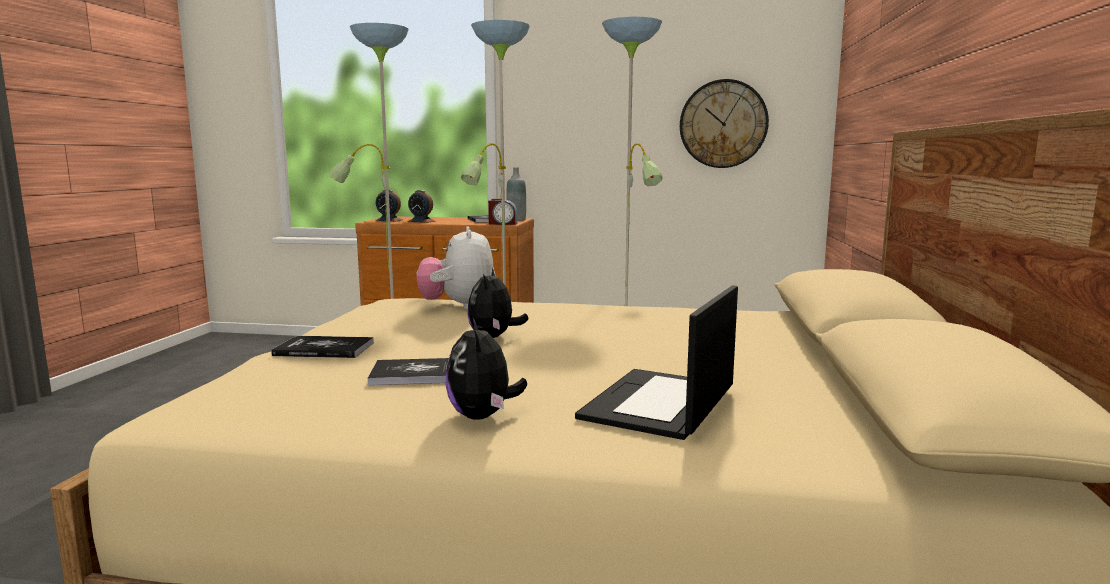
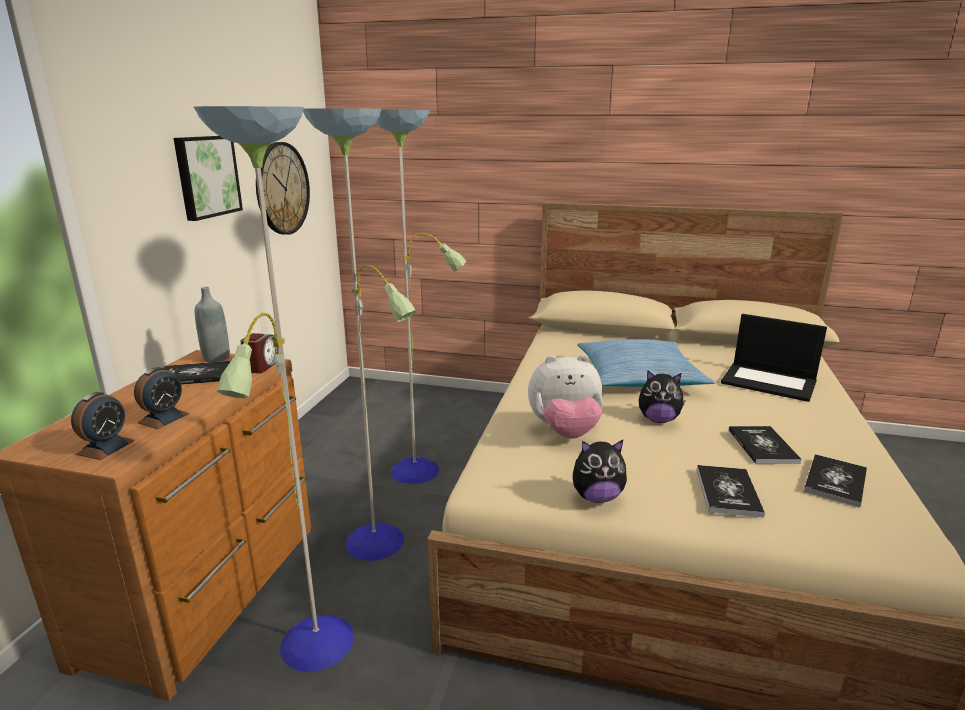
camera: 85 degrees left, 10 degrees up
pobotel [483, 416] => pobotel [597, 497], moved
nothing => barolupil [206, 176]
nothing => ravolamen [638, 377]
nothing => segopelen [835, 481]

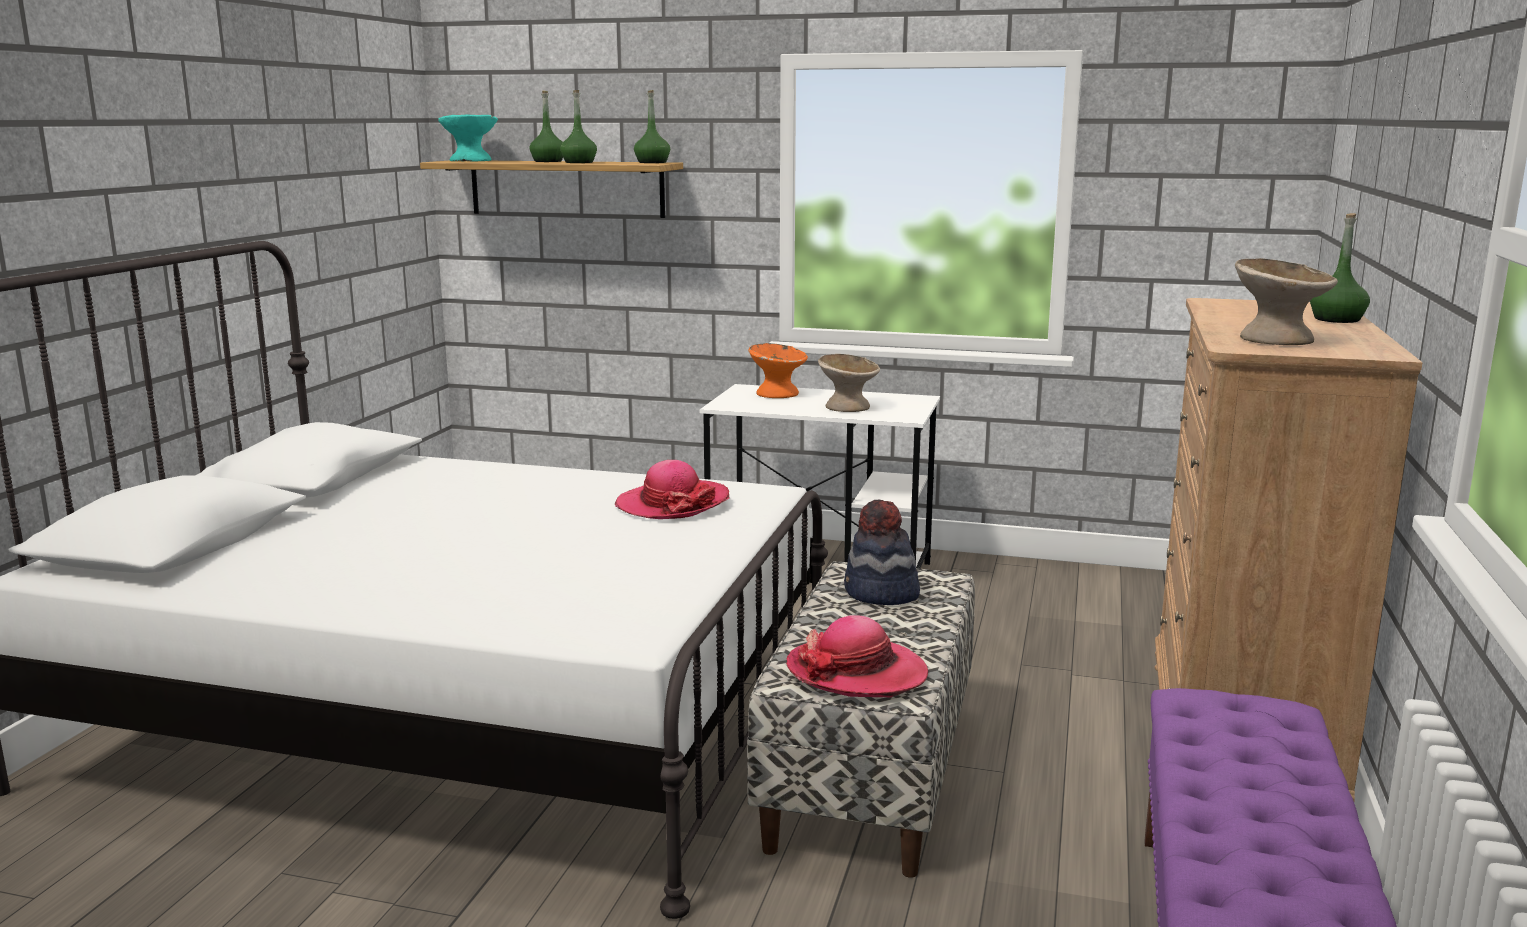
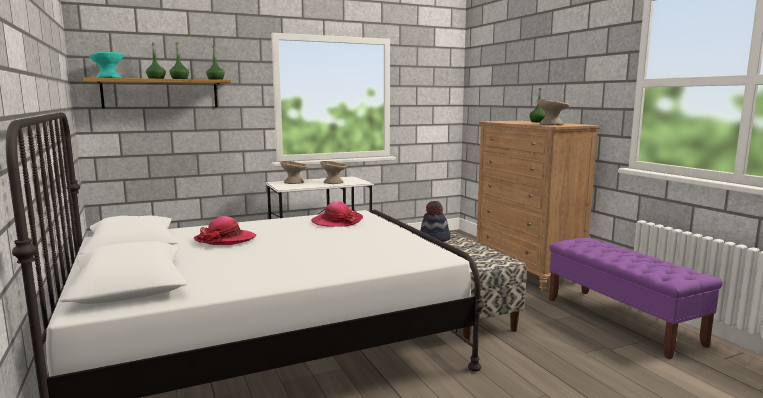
camera: 40 degrees left, 5 degrees down
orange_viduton [777, 394] => beige_viduton [293, 182]
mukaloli [856, 673] => mukaloli [225, 240], moved

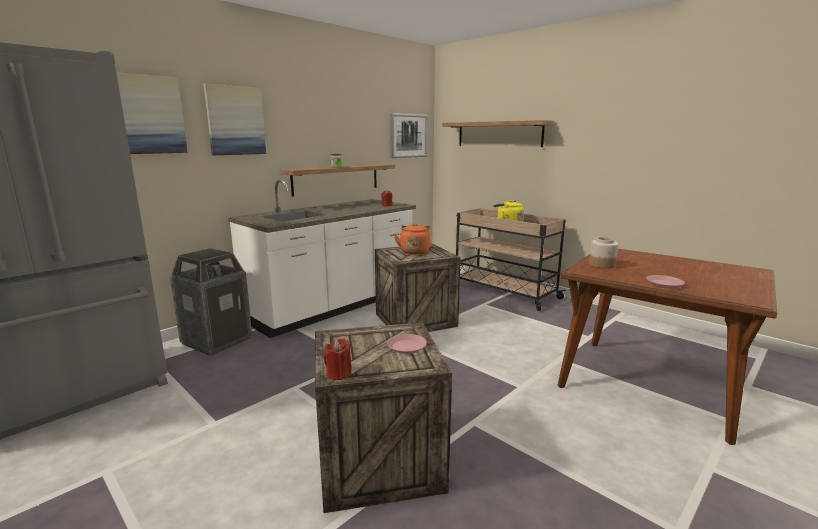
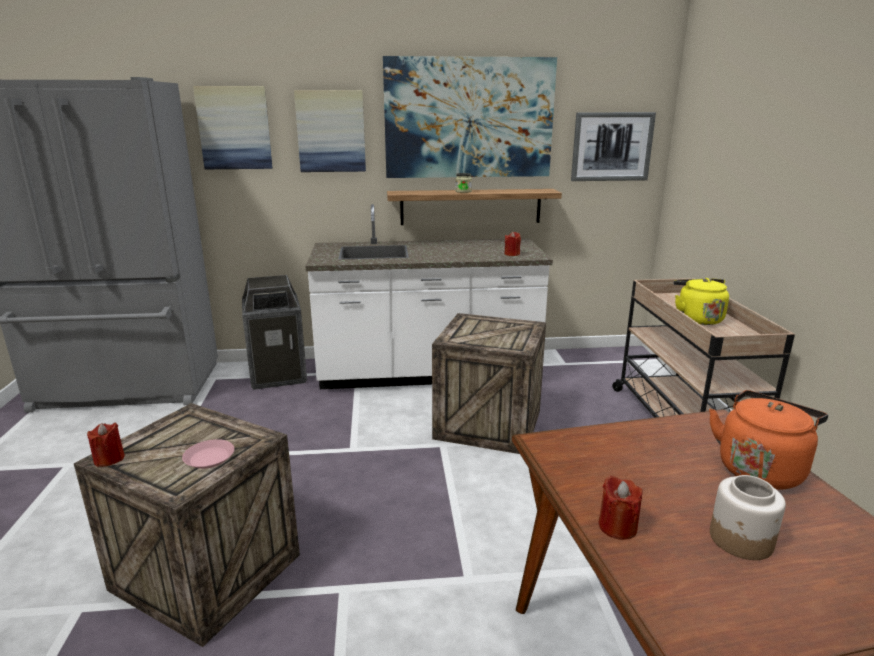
camera: 40 degrees right, 5 degrees up
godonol [499, 134] => nothing
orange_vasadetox [414, 251] => orange_vasadetox [760, 469], moved
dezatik [602, 265] => dezatik [741, 540], moved
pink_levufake [664, 284] => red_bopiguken [617, 527]
nothing => barolupil [469, 118]

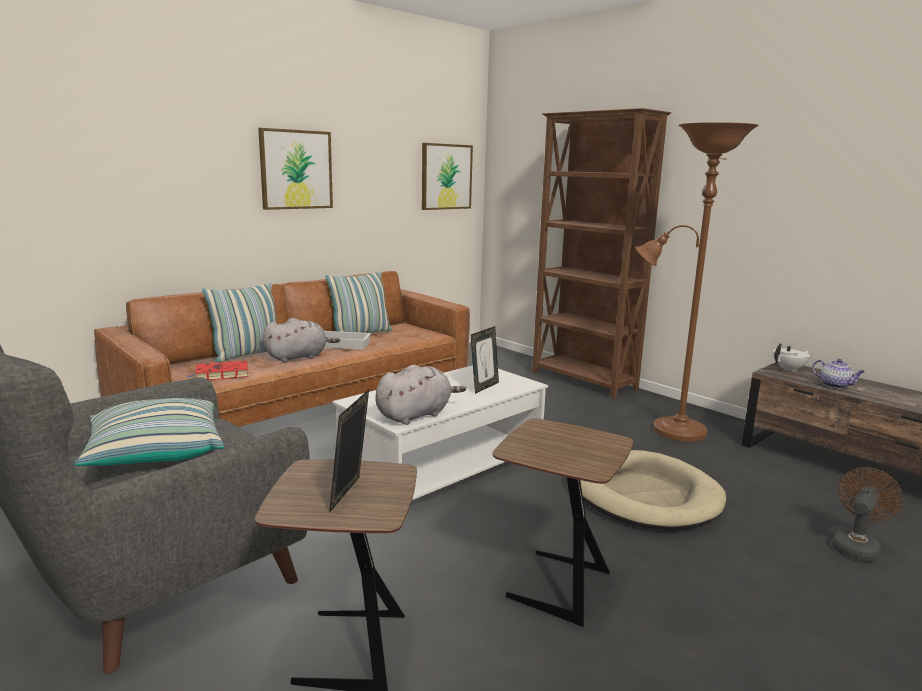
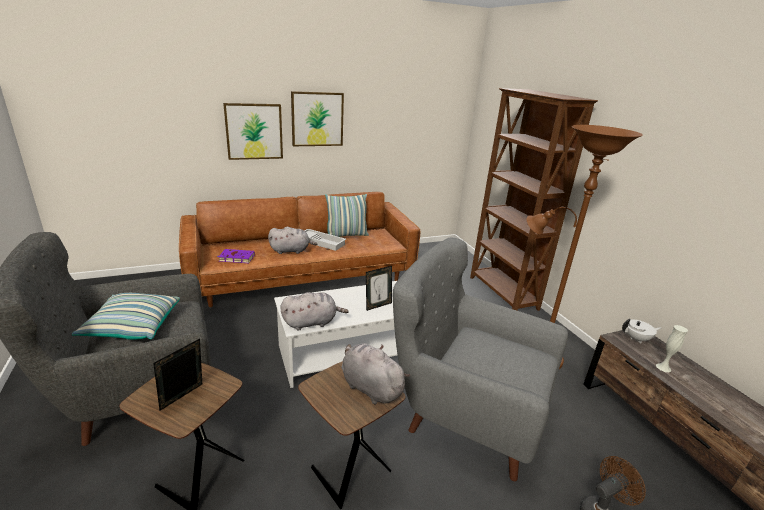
camera: 20 degrees right, 10 degrees up
barolupil [446, 177] => barolupil [254, 131], moved
ravolamen [247, 355] => nothing
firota [835, 385] => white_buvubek [663, 367]
red_segopelen [220, 374] => purple_segopelen [235, 258]
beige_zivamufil [643, 495] => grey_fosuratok [466, 411]
nothing => grey_pobotel [370, 387]

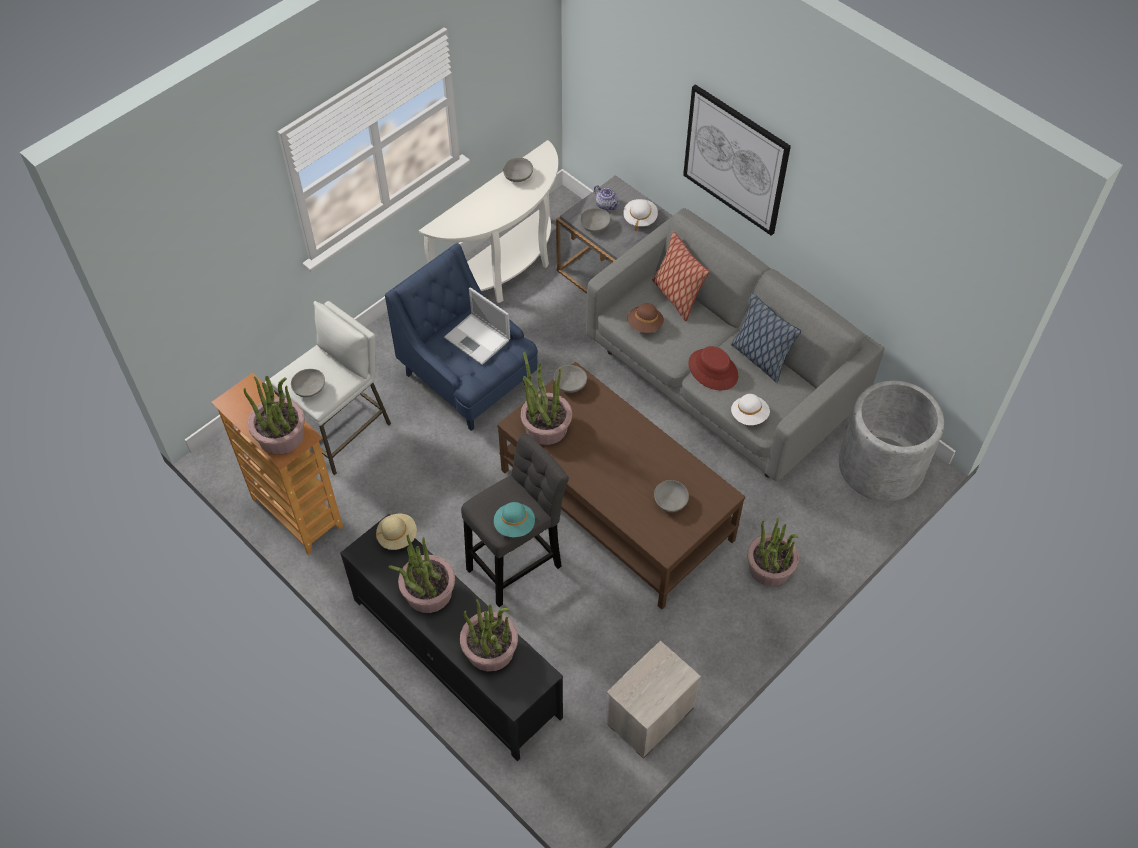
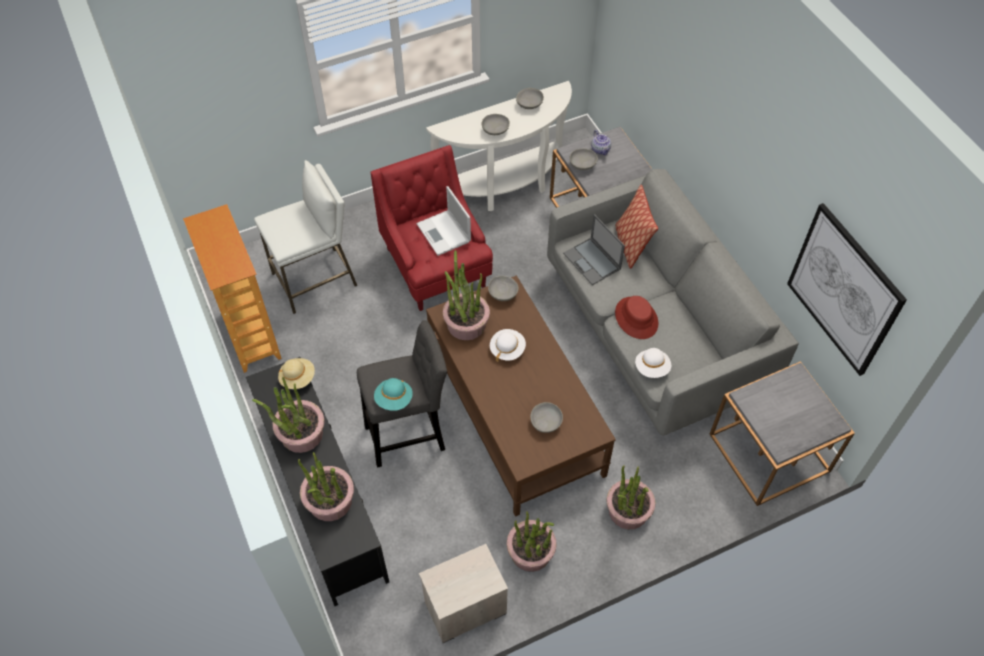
camera: 20 degrees right, 0 degrees up
barolupil [735, 160] => barolupil [844, 290], moved
white_mukaloli [640, 218] => white_mukaloli [507, 349], moved
blue_fosuratok [469, 380] => red_fosuratok [436, 268]
ravolamen [759, 357] => nothing
brown_mukaloli [645, 325] => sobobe [592, 261]
grey_viduton [309, 388] => grey_viduton [495, 130], moved
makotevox [281, 435] => makotevox [531, 552], moved
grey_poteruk [881, 466] => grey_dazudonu [769, 452]

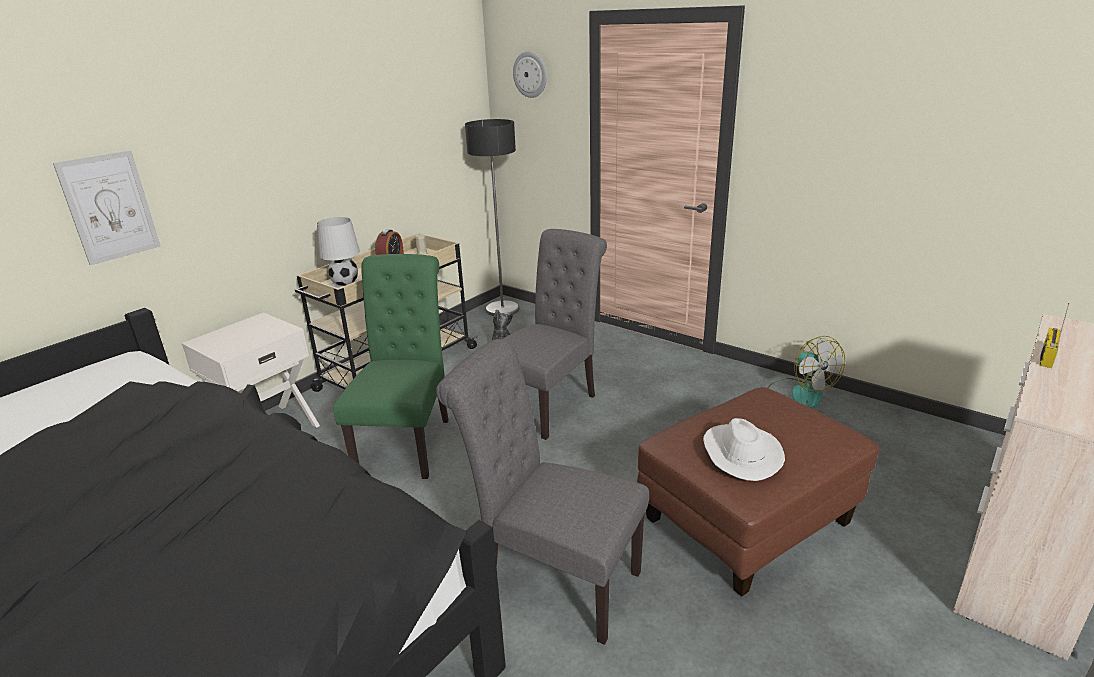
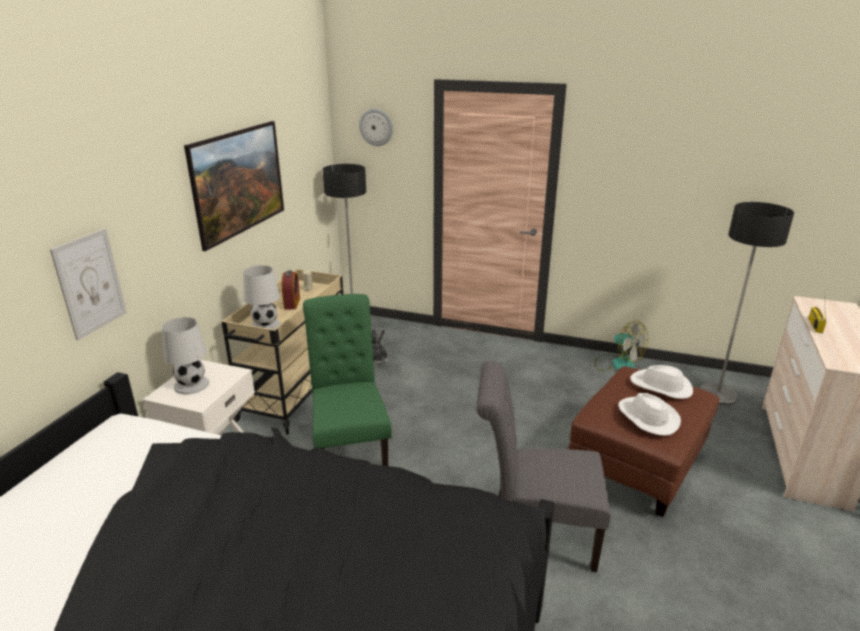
camera: 20 degrees left, 0 degrees up
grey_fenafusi [550, 404] => nothing
nothing => barolupil [242, 205]
nothing => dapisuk [718, 395]
nothing => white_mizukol [191, 384]
nothing => white_mukaloli [661, 386]

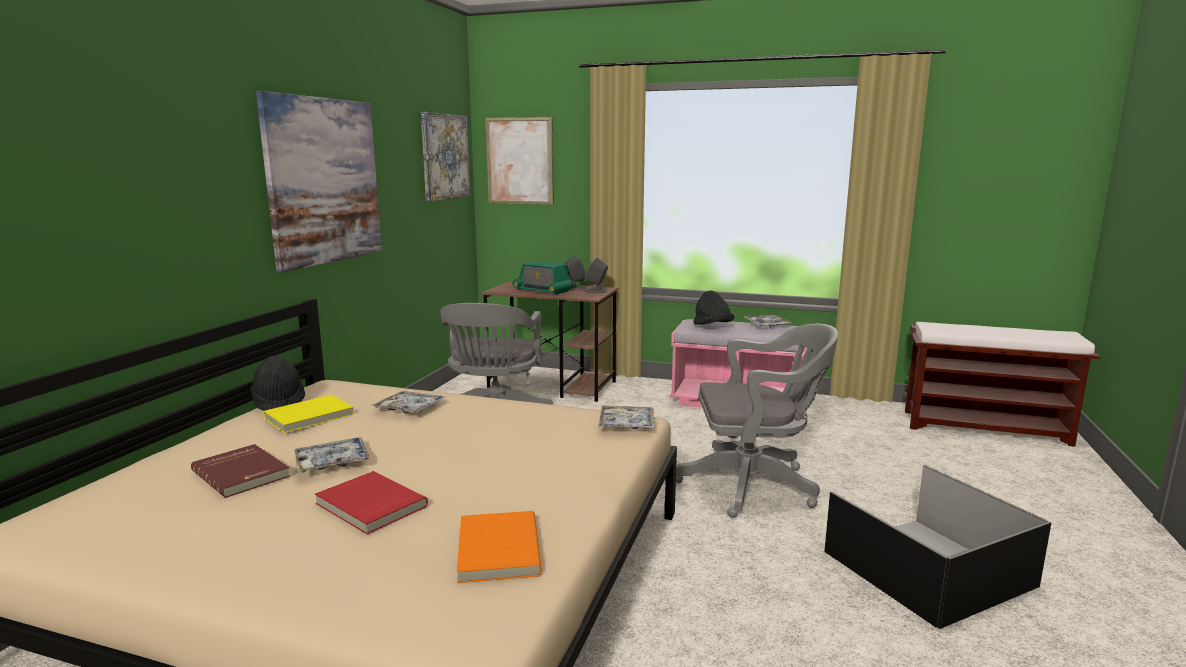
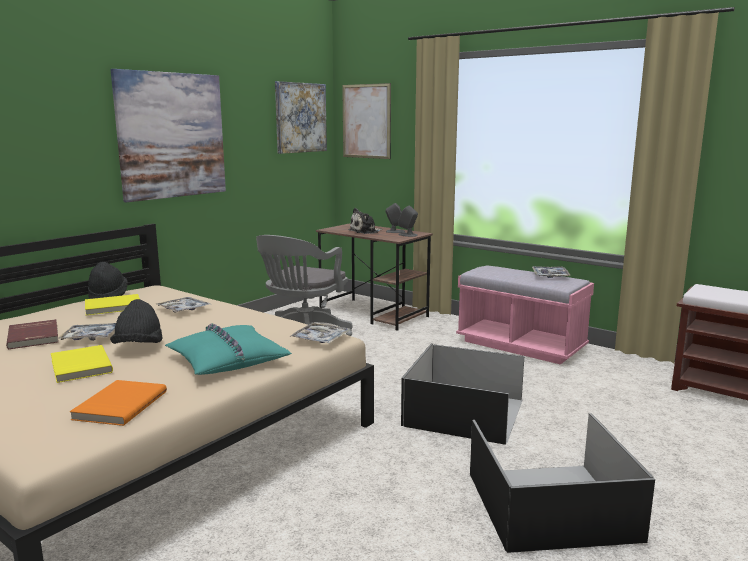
camera: 20 degrees right, 0 degrees up
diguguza [542, 290] => pobotel [365, 231]
black_mukaloli [712, 327] => black_mukaloli [139, 347], moved
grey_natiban [754, 485] => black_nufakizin [464, 413]
red_segopelen [369, 506] => yellow_segopelen [79, 366]
nothing => turquoise_ravolamen [227, 361]

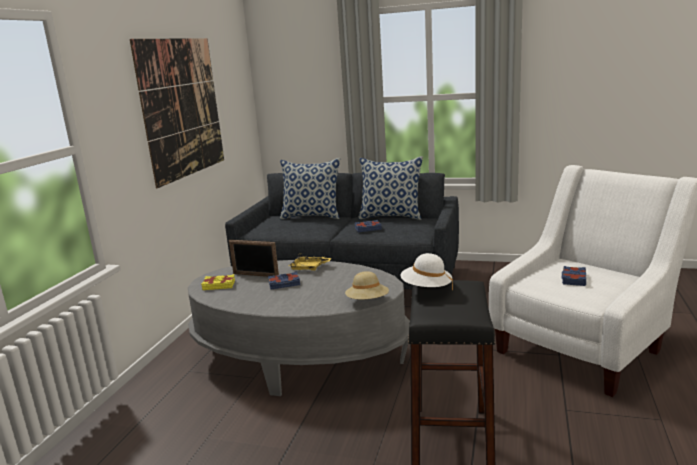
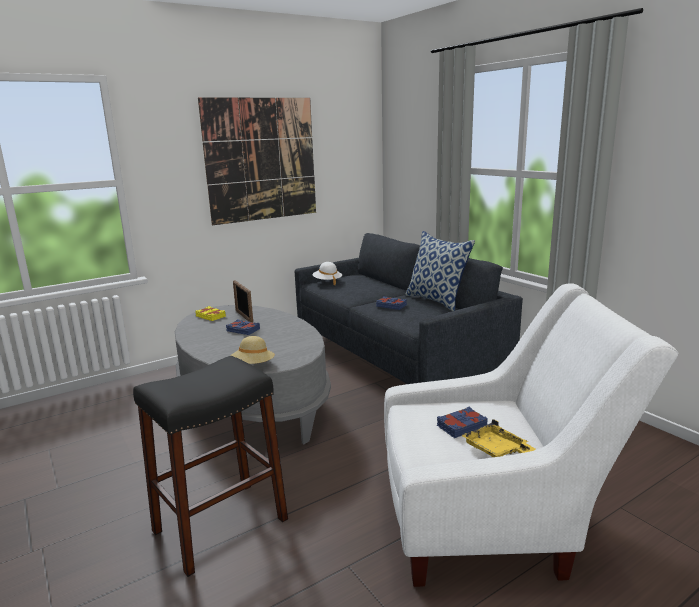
camera: 40 degrees right, 0 degrees up
ravolamen [312, 216] => nothing
white_mukaloli [426, 288] => white_mukaloli [327, 282], moved
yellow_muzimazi [309, 268] => yellow_muzimazi [496, 450], moved

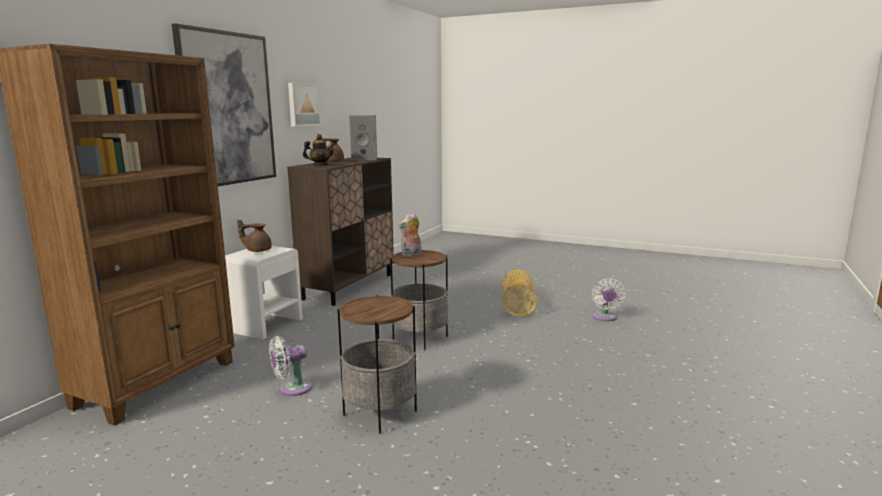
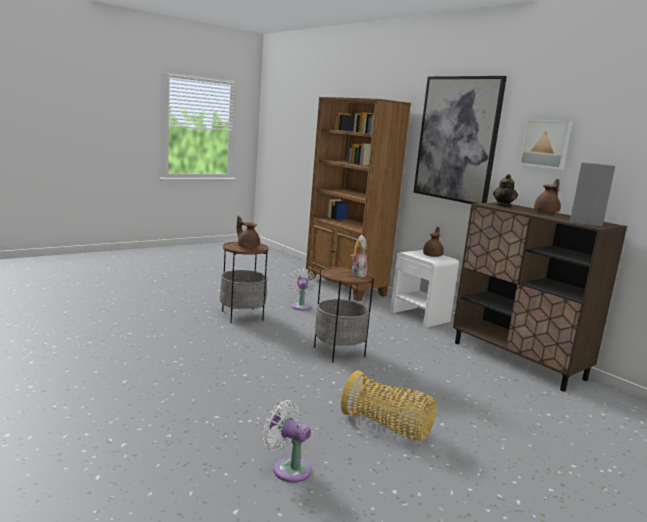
camera: 115 degrees right, 0 degrees up
nothing => brown_firota [247, 247]

